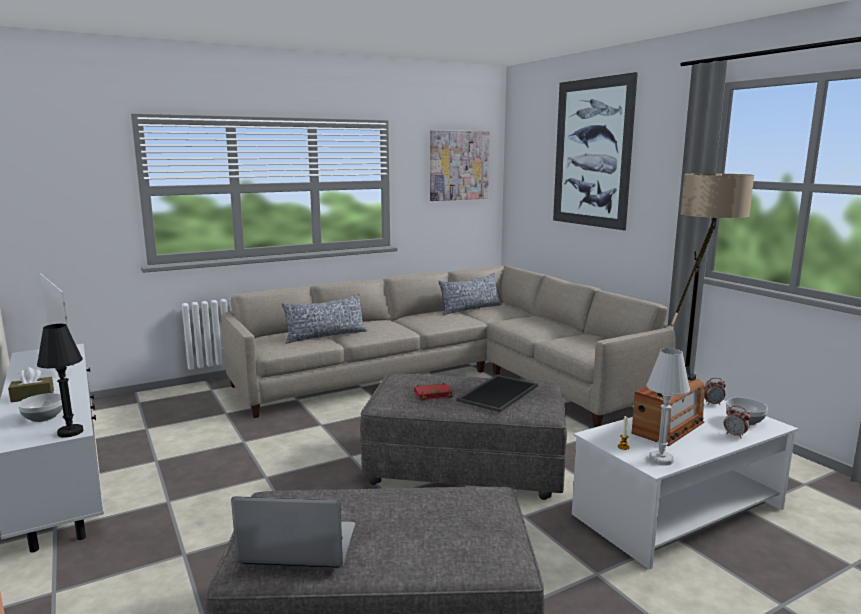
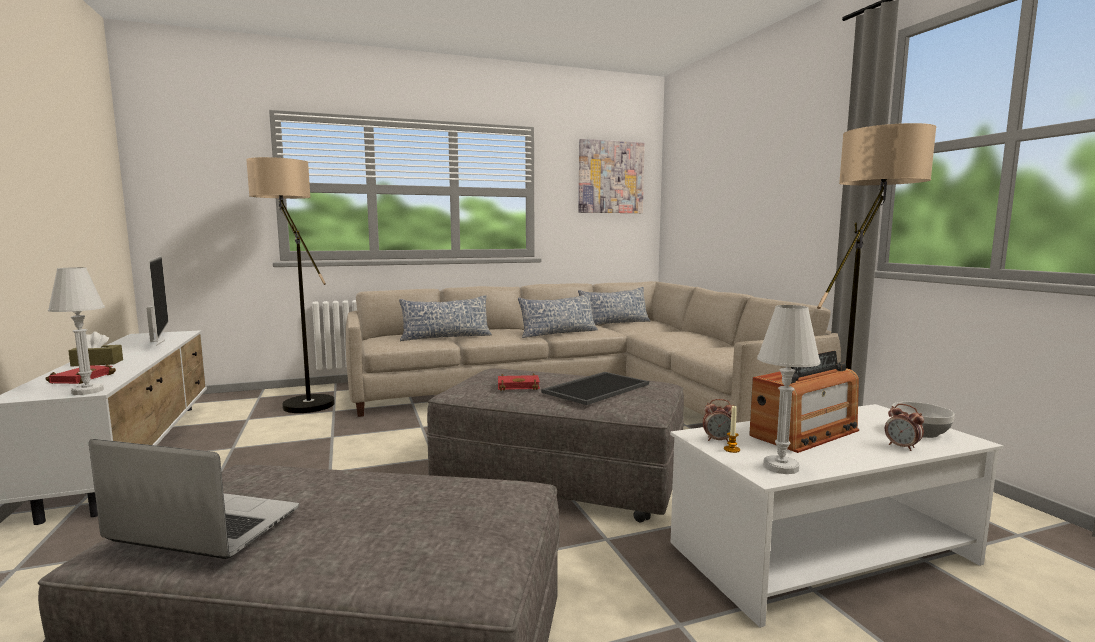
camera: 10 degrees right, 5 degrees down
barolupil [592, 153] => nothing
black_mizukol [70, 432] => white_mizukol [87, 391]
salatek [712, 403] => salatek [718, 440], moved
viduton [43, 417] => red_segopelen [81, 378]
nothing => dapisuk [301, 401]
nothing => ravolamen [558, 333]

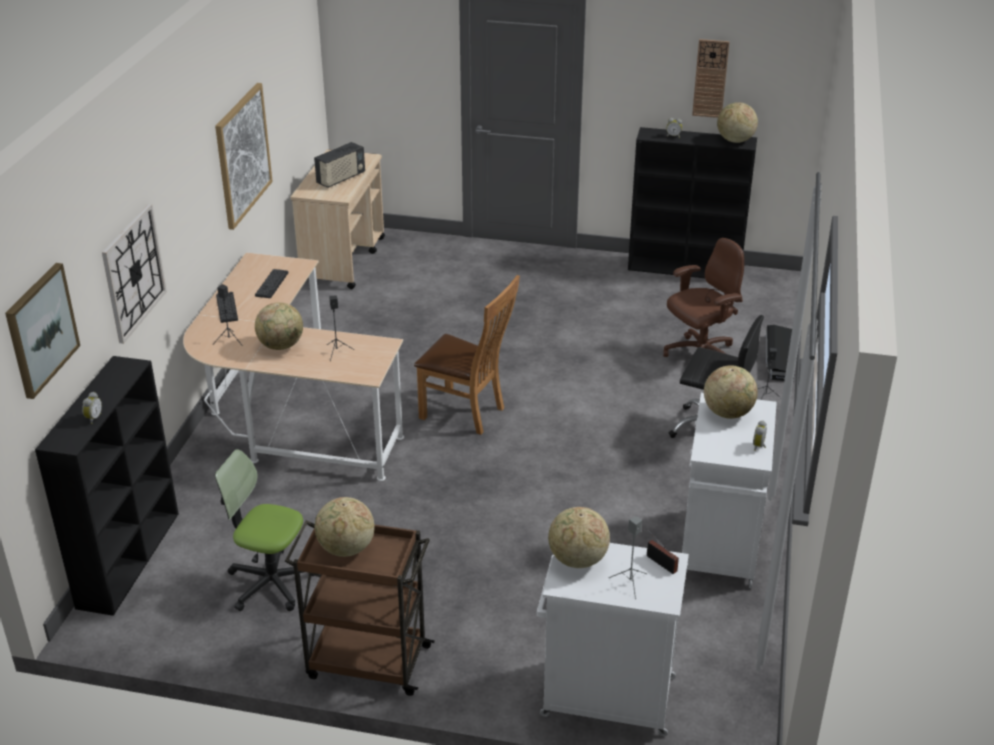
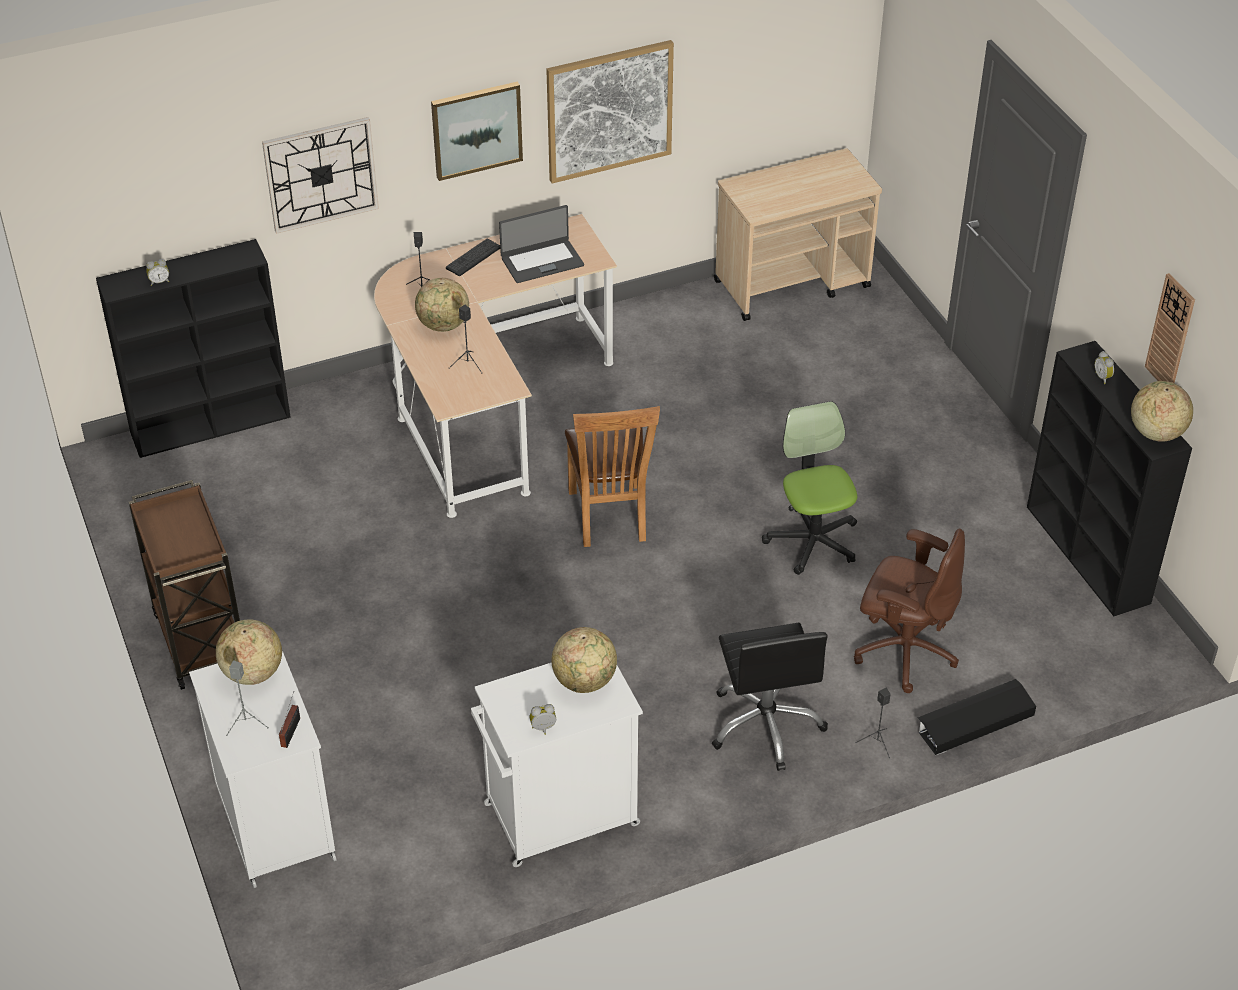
camera: 55 degrees right, 10 degrees up
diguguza [341, 178] => nothing
barolupil [41, 329] => barolupil [476, 129], moved
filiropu [272, 284] => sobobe [541, 261]
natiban [271, 582] => natiban [812, 541], moved
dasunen [346, 549] => nothing

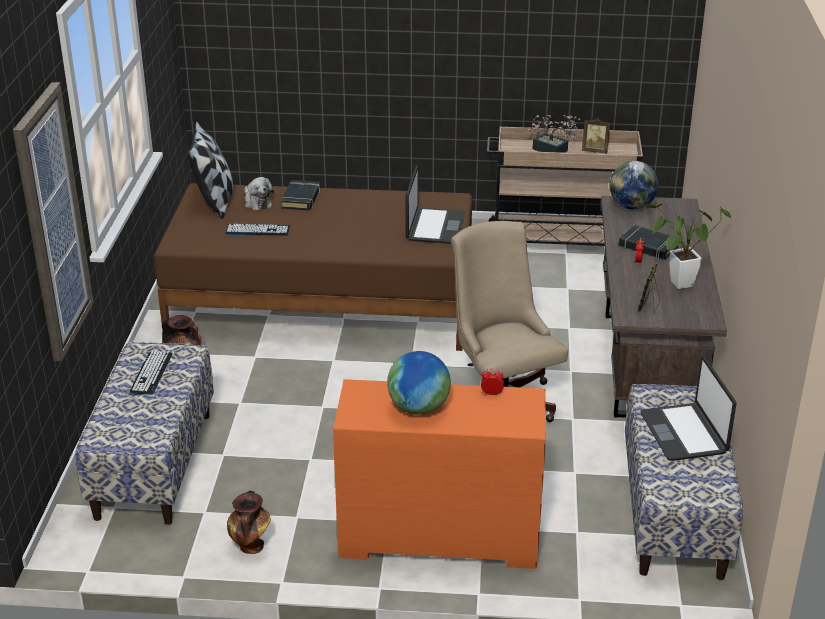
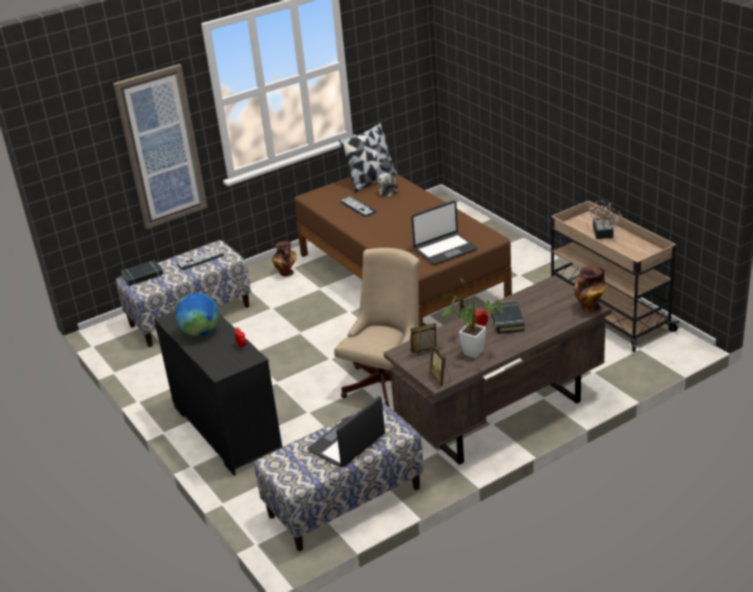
camera: 55 degrees right, 0 degrees up
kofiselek [595, 151] => kofiselek [441, 379], moved
dasunen [631, 207] => nothing
black_segopelen [301, 199] => black_segopelen [142, 276], moved
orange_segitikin [438, 537] => black_segitikin [226, 429]
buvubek [251, 546] => buvubek [590, 307], moved

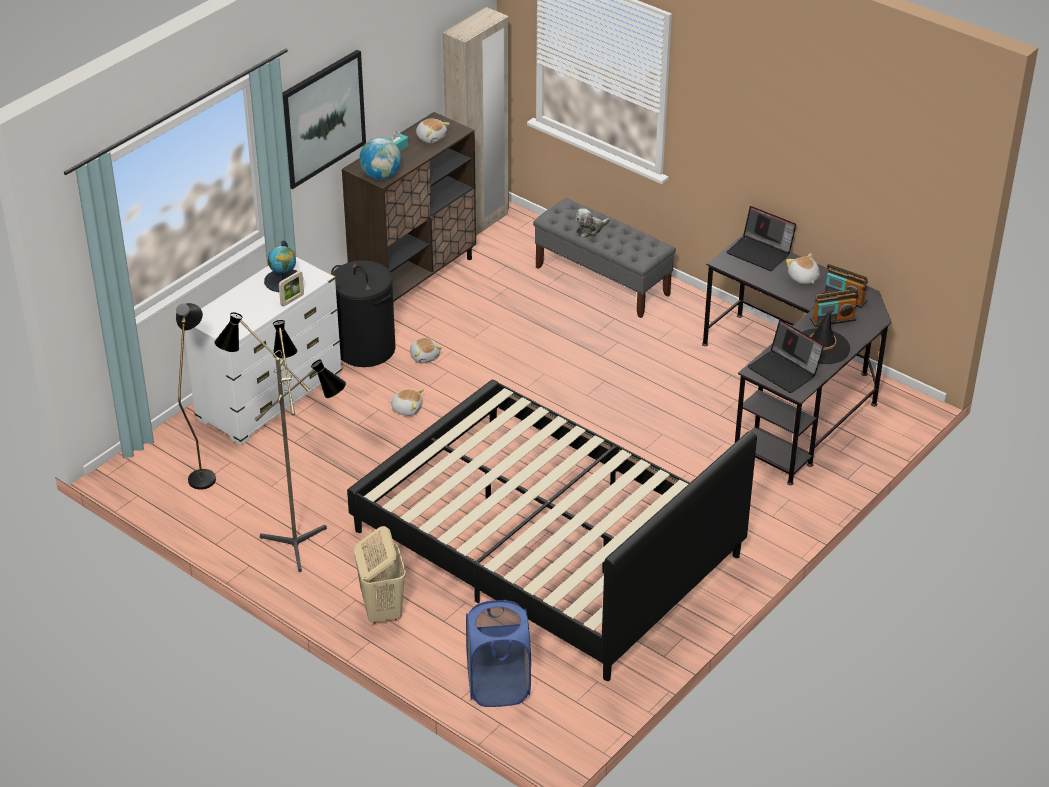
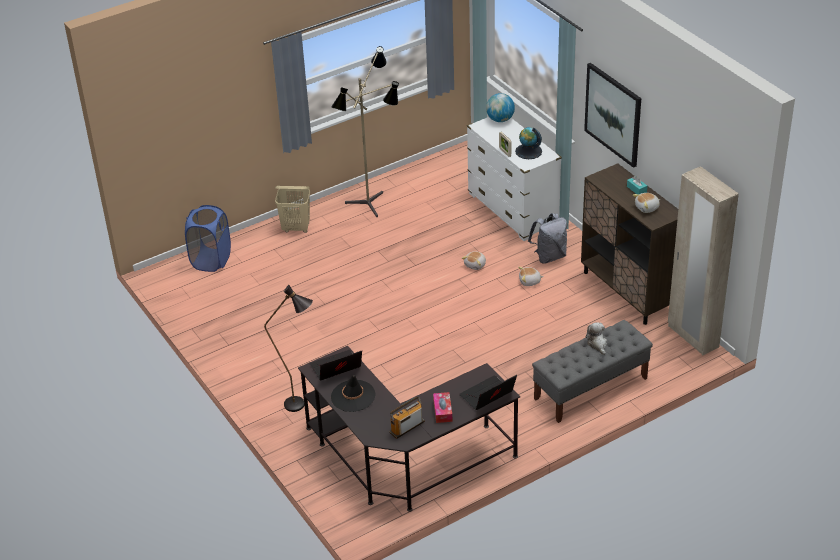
camera: 110 degrees right, 0 degrees up
dasunen [381, 176] => dasunen [500, 120], moved
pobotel [803, 278] => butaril [442, 411]
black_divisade [365, 349] => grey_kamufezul [549, 256]
diguguza [833, 319] => nothing
black_dapisuk [203, 473] => black_dapisuk [301, 406], moved
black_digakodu [546, 544] => nothing

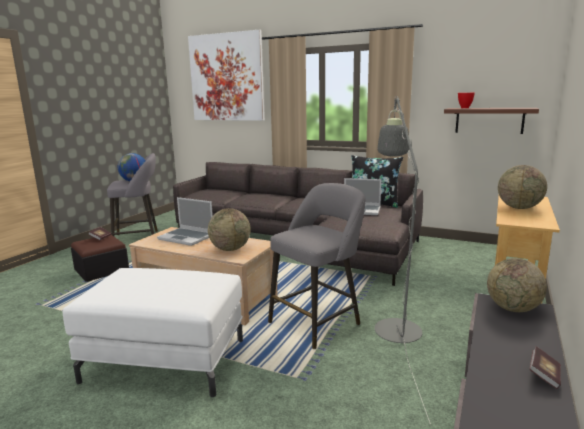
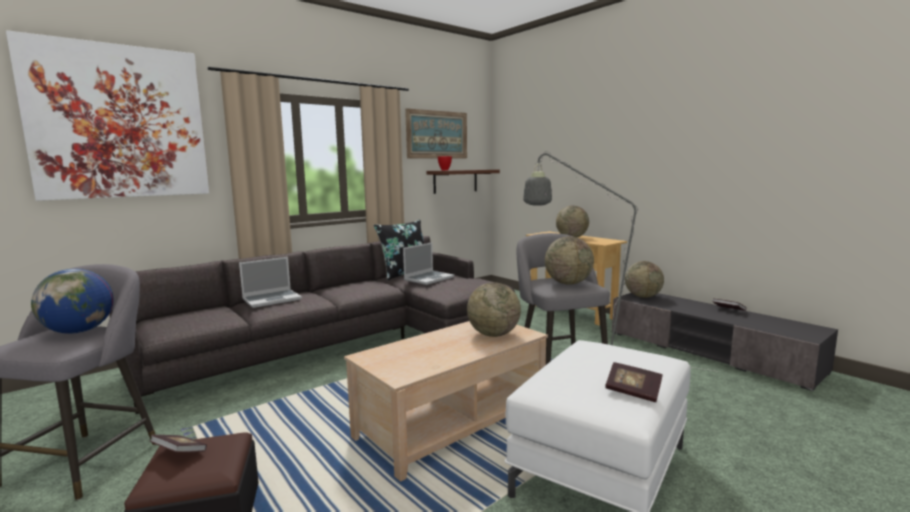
camera: 65 degrees left, 5 degrees down
sobobe [187, 237] => sobobe [272, 299], moved
nothing => barolupil [437, 134]
nothing => dasunen [568, 283]
nothing => segopelen [633, 392]

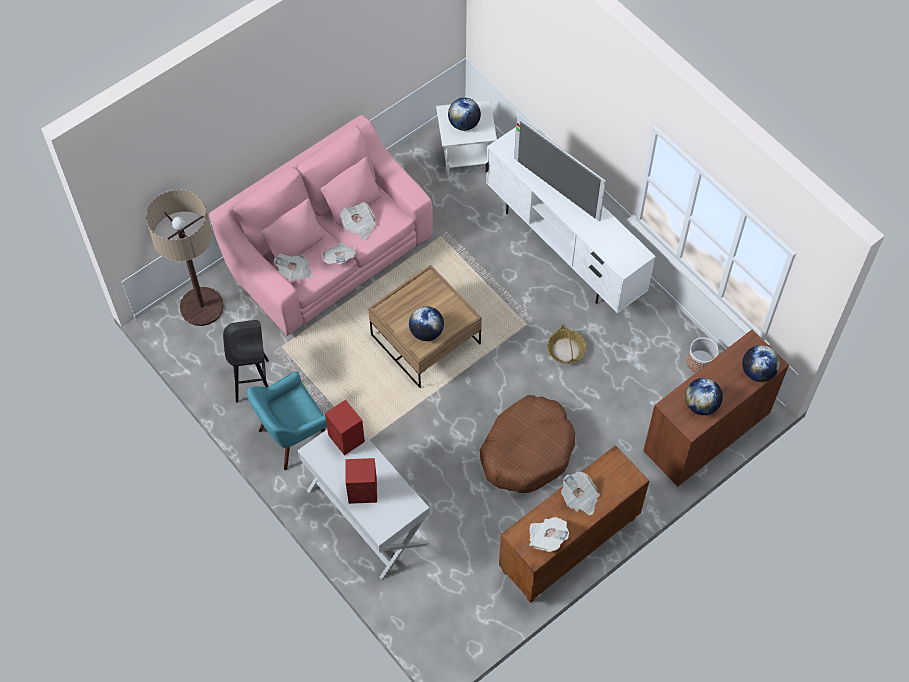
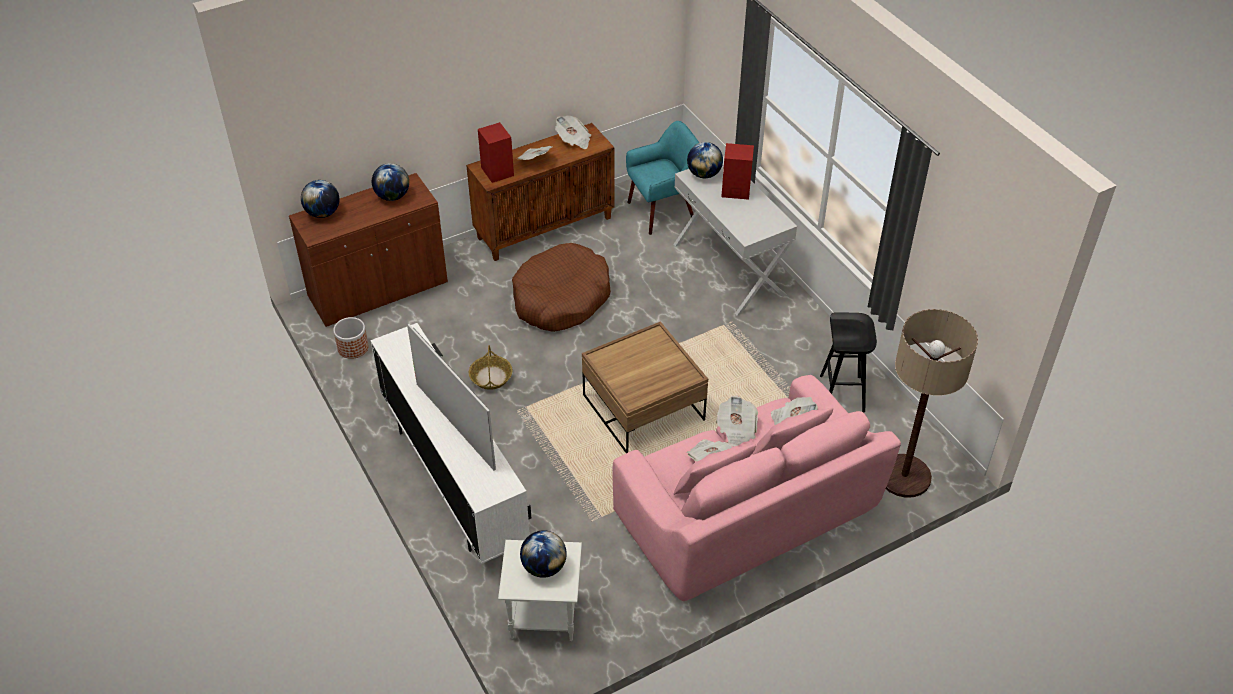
camera: 170 degrees left, 15 degrees down
dasunen [426, 332] => dasunen [704, 174], moved
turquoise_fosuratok [293, 437] => turquoise_fosuratok [662, 211], moved
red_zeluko [347, 439] => red_zeluko [497, 171], moved

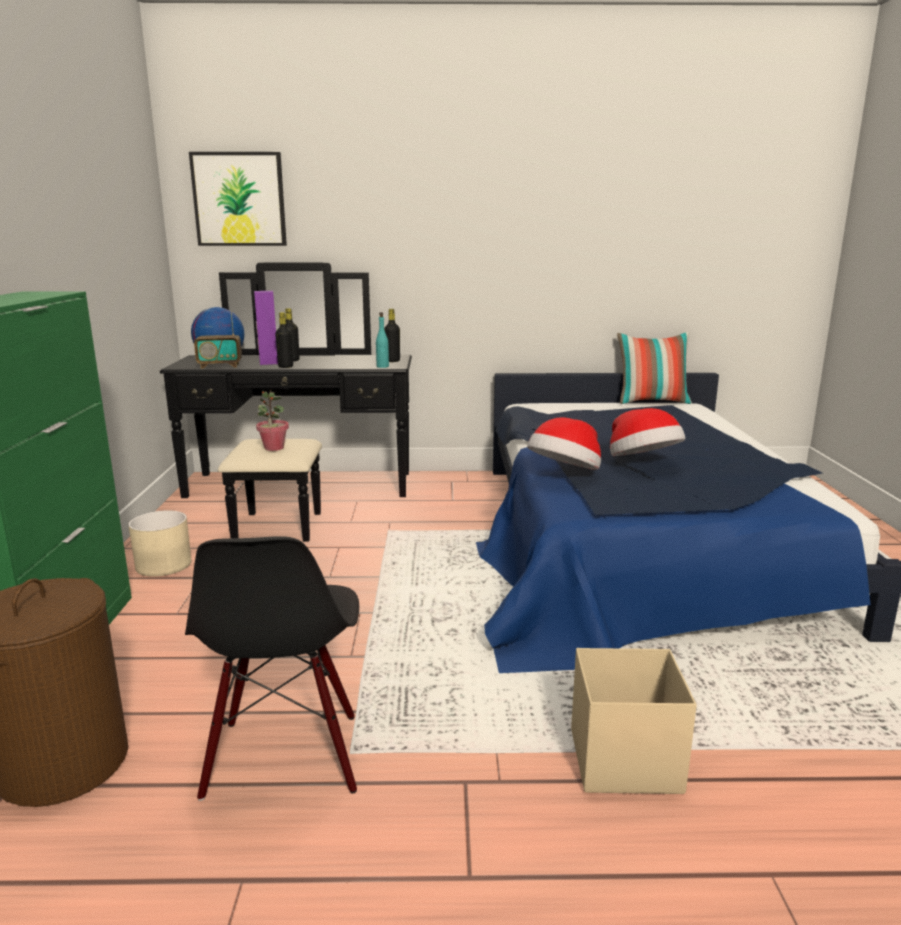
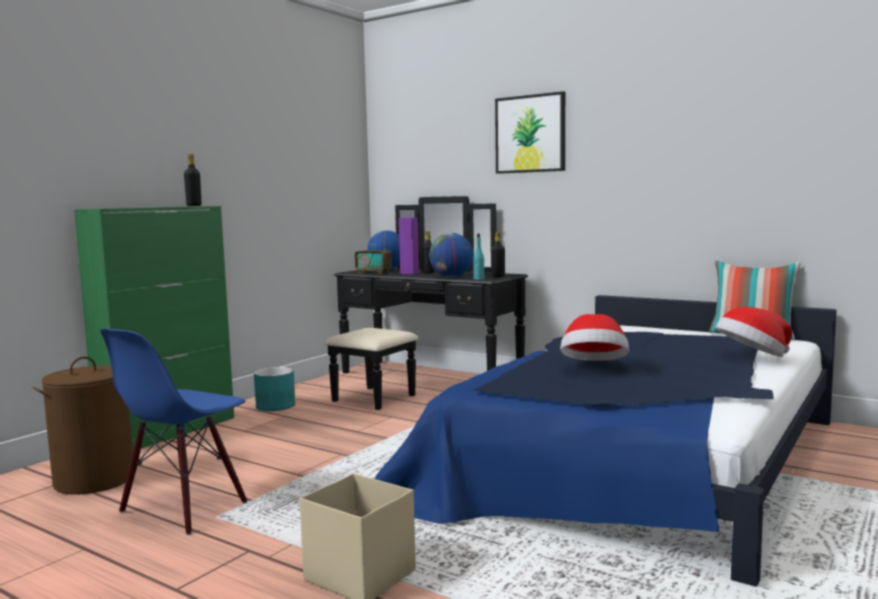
camera: 35 degrees right, 10 degrees down
barolupil [239, 199] => barolupil [530, 134], moved
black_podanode [285, 366] => black_podanode [194, 206], moved
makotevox [274, 448] => nothing
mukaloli [565, 473] => mukaloli [752, 357], moved
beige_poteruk [164, 565] => turquoise_poteruk [276, 406]
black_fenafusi [285, 756] => blue_fenafusi [184, 508]
nothing => dasunen [451, 277]

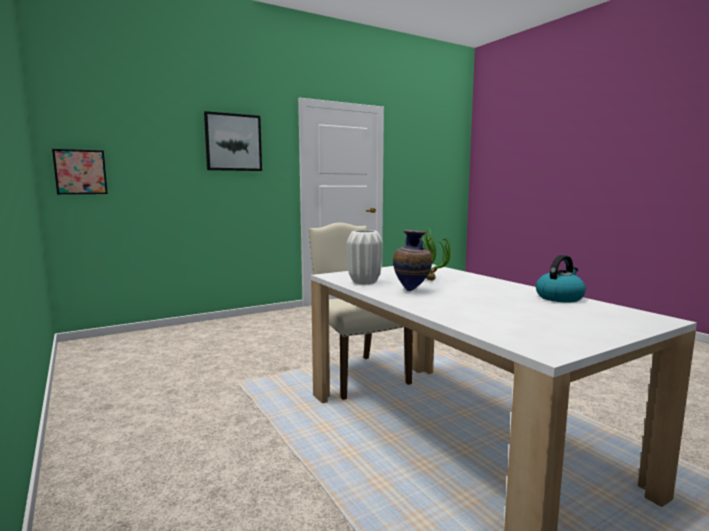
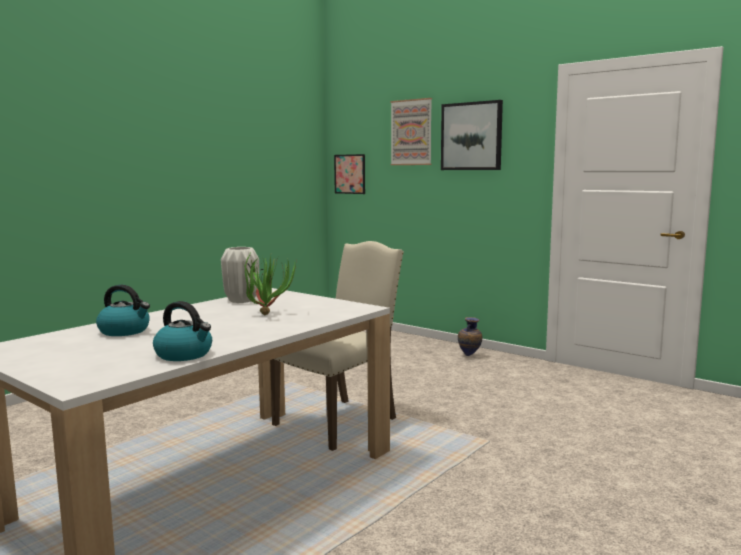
camera: 70 degrees right, 0 degrees up
buvubek [412, 290] => buvubek [469, 356], moved
nothing => barolupil [411, 132]
nothing => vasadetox [125, 331]

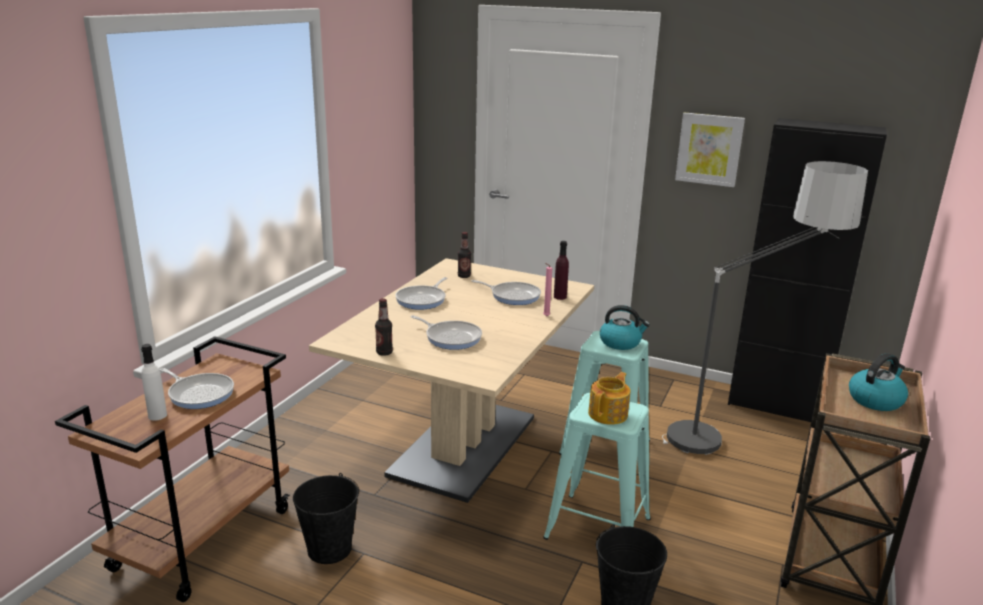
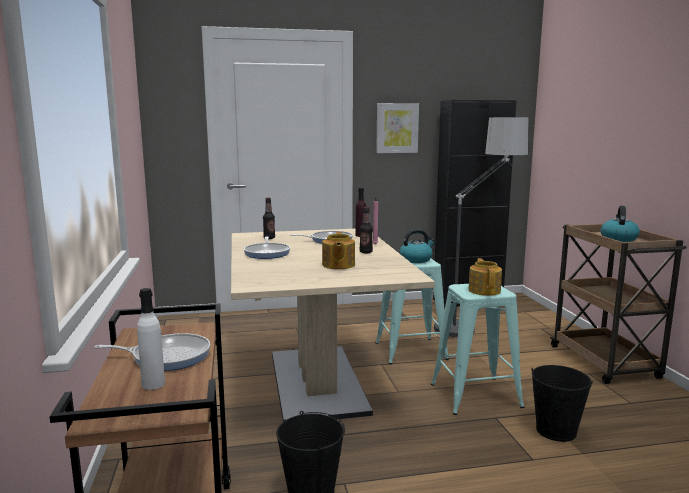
camera: 35 degrees left, 10 degrees down
podanode [384, 352] => podanode [366, 252], moved
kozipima [451, 337] => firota [338, 265]

